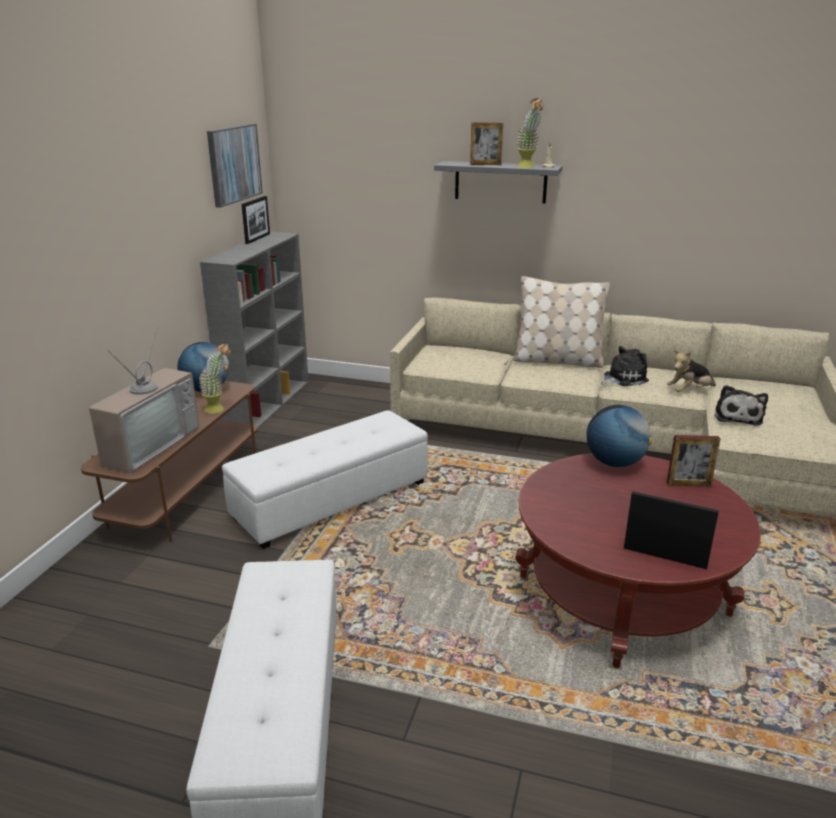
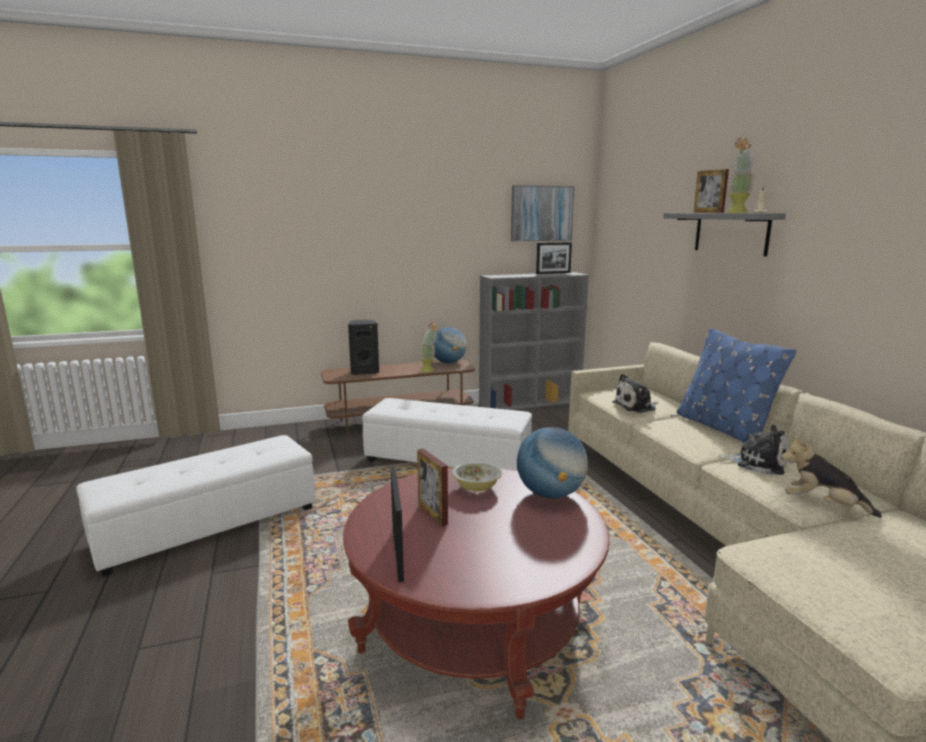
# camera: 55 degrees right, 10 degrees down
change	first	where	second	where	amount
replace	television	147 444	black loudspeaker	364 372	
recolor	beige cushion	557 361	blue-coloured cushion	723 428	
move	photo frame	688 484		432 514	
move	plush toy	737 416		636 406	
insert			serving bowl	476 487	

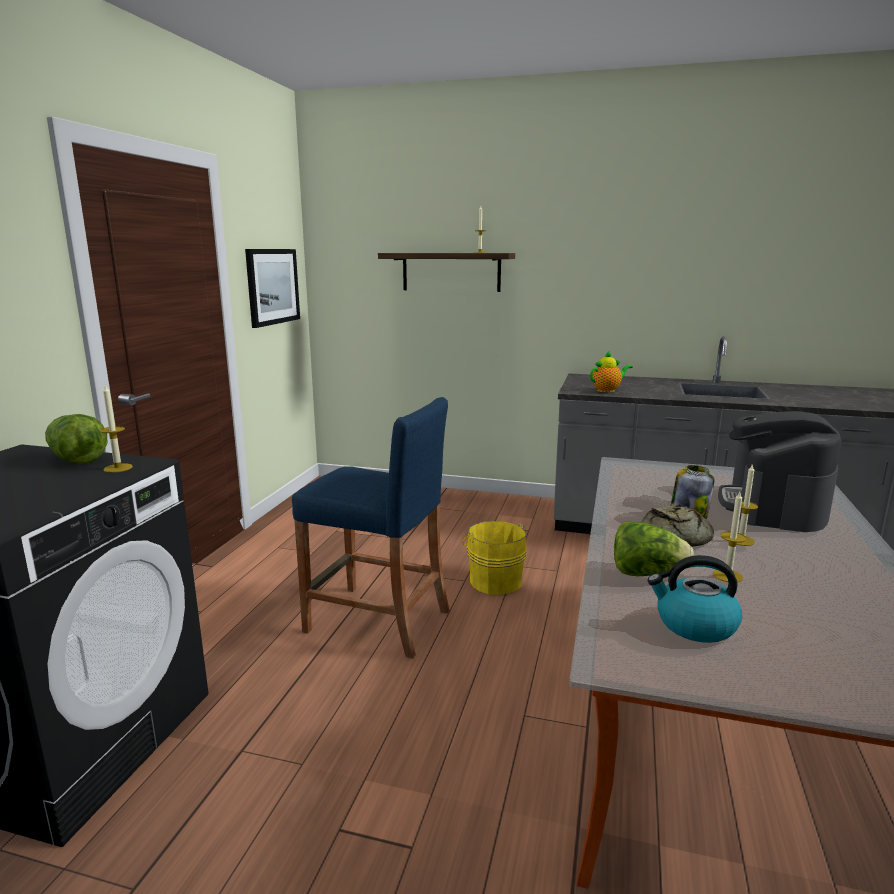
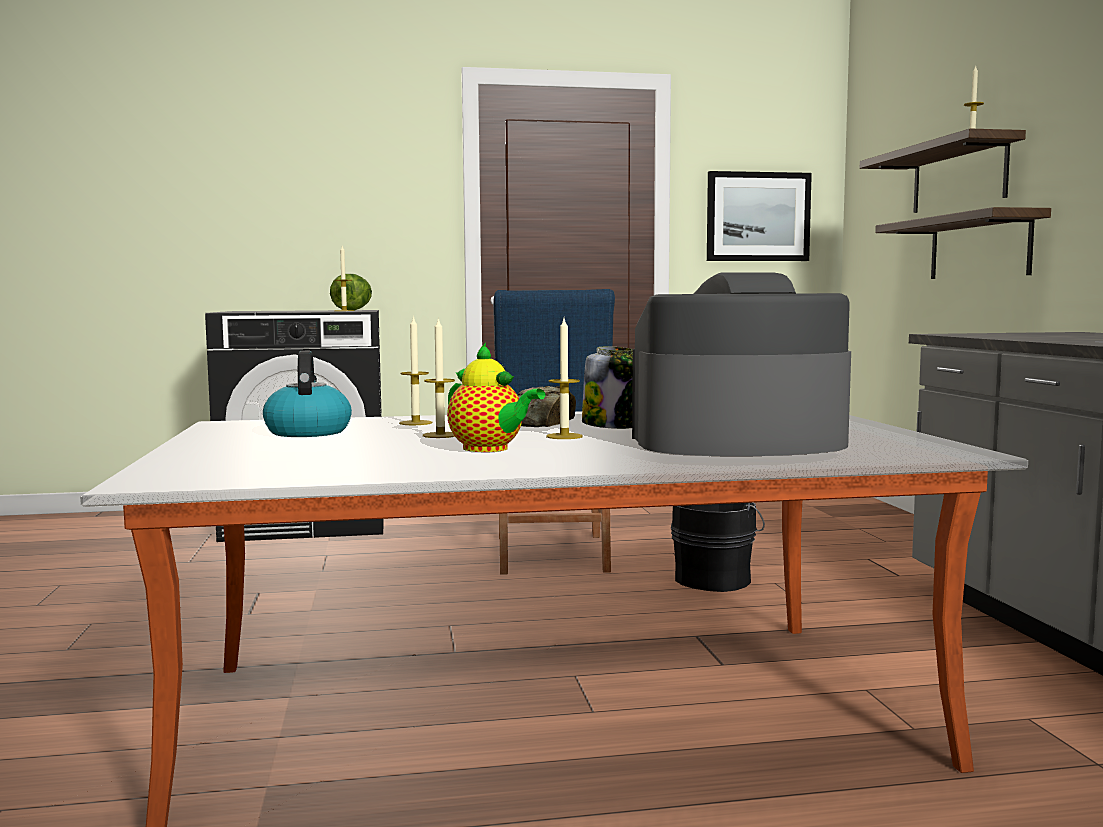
# camera: 65 degrees right, 10 degrees down
change	first	where	second	where	amount
recolor	yellow bucket	494 580	black bucket	715 579	
move	tea pot	607 390		489 449	
replace	lettuce	646 573	wax light	415 423	
insert			bracket shelf	979 247	

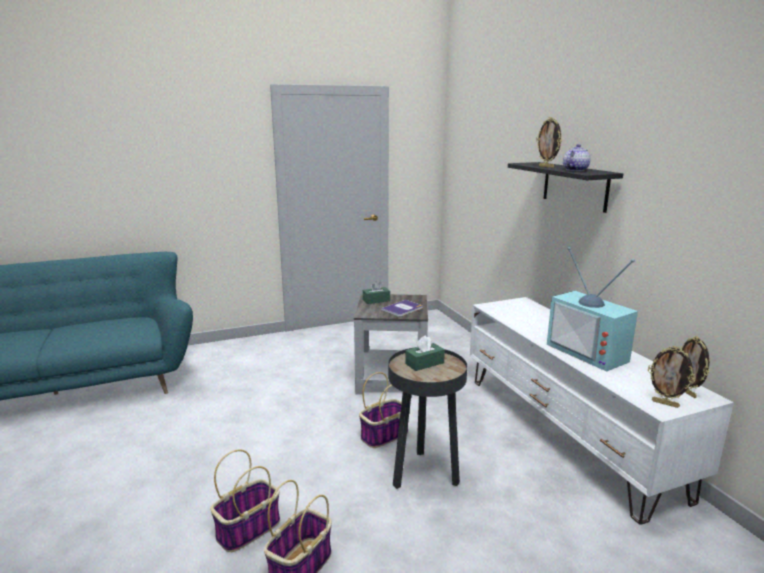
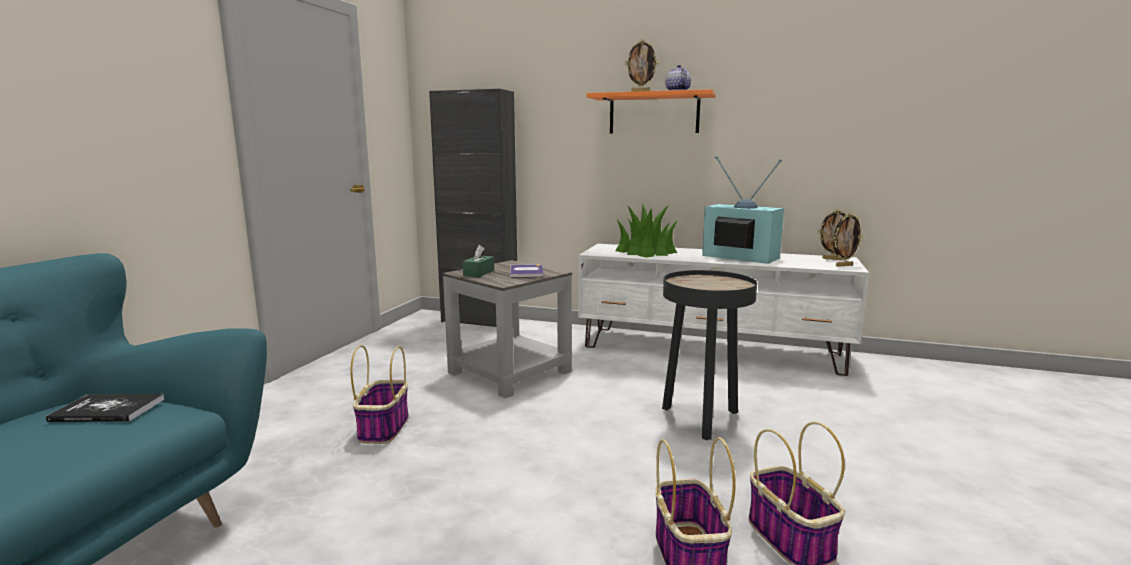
# camera: 50 degrees left, 5 degrees down
change	first	where	second	where	amount
move	household basket	384 435		384 428	
delete	greenish box of tissues	424 363			
recolor	black bracket shelf	575 186	orange bracket shelf	654 114	
rotate	television	590 352		738 257	150 degrees counterclockwise
insert			bound book	108 410	
insert			black cupboard	479 321	
insert			potted plant	646 251	

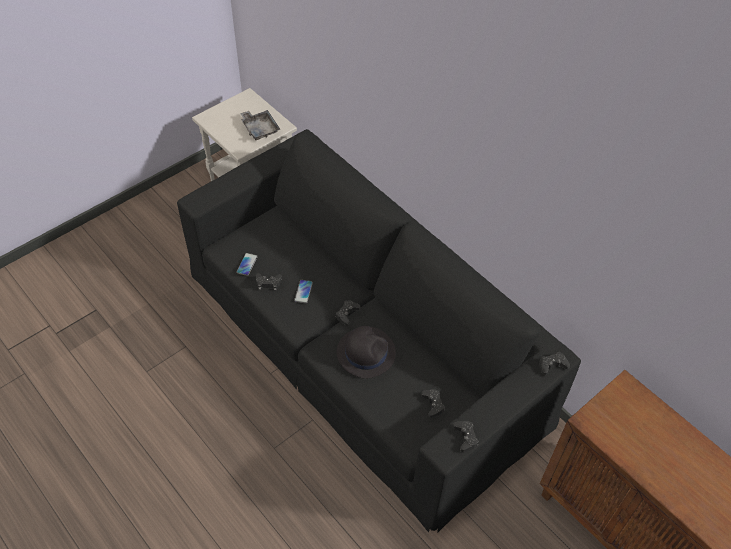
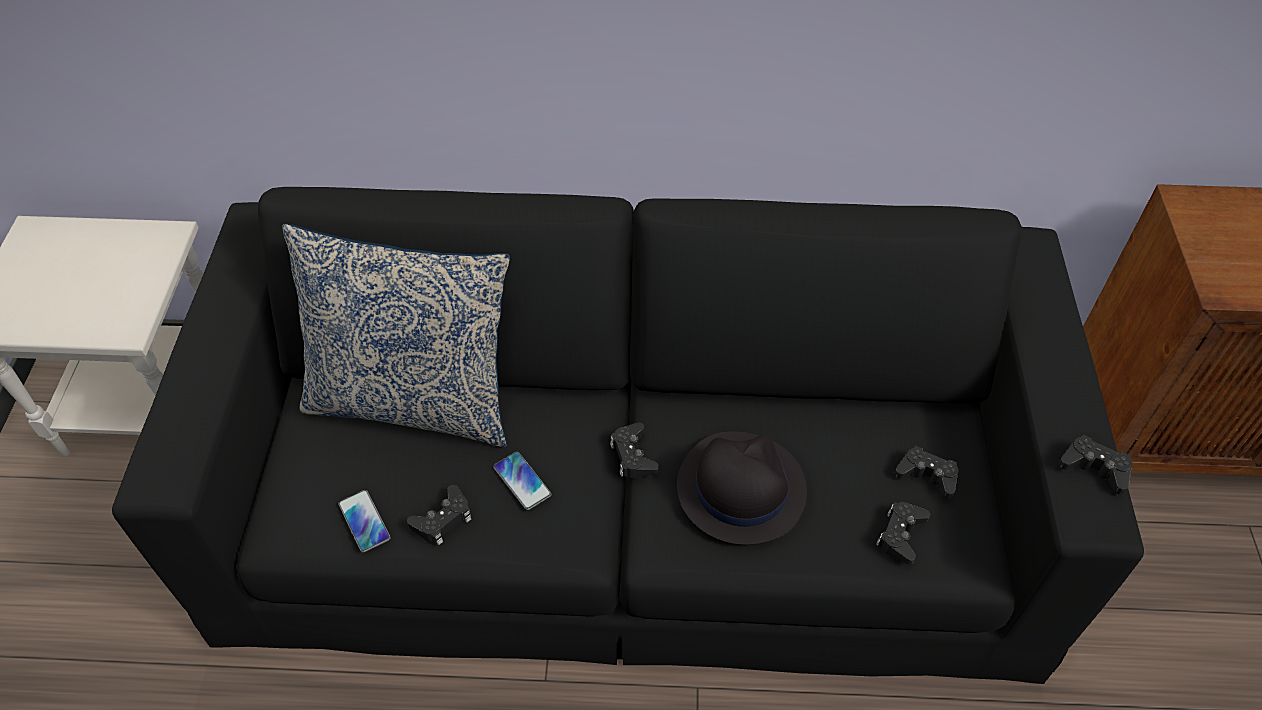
# camera: 45 degrees left, 0 degrees up
change	first	where	second	where	amount
delete	grey serving tray	260 129			
move	black game controller	552 365		901 535	
insert			cushion	414 400	

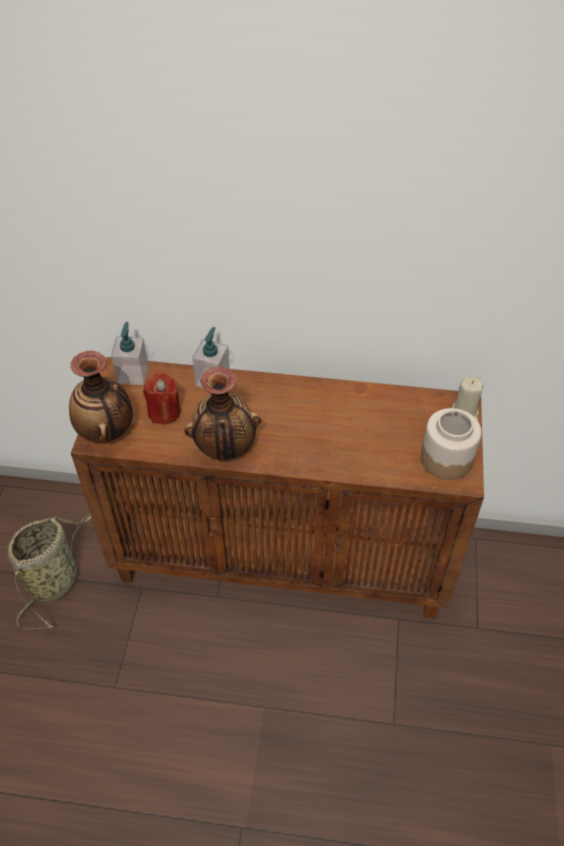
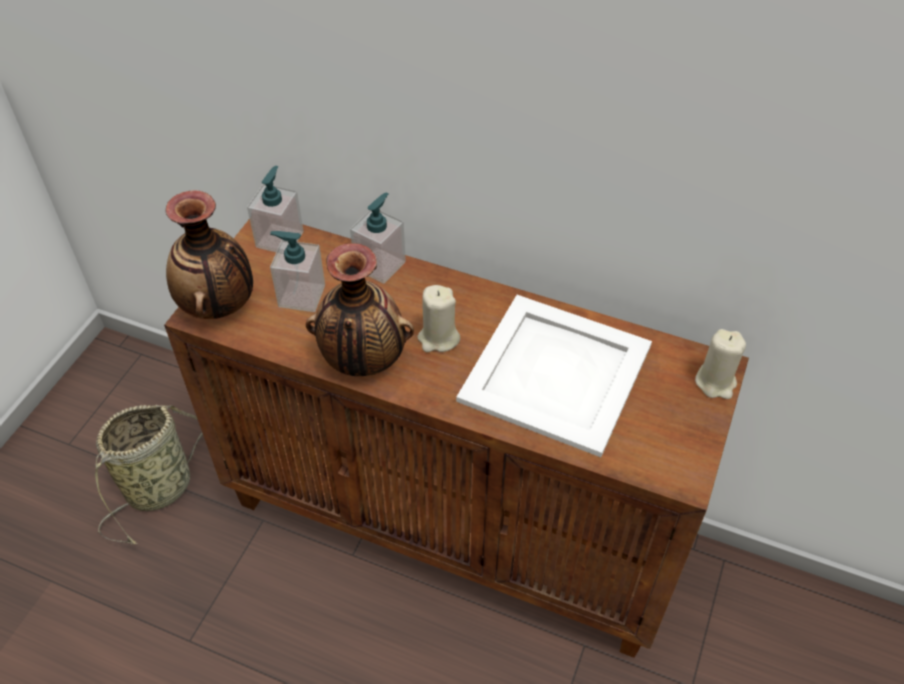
# camera: 15 degrees right, 0 degrees up
change	first	where	second	where	amount
replace	red-coloured wax light	164 412	liquid soap bottle	301 296	
delete	preserve jar	446 458			
insert			beige wax light	438 338	
insert			white serving tray	555 371	

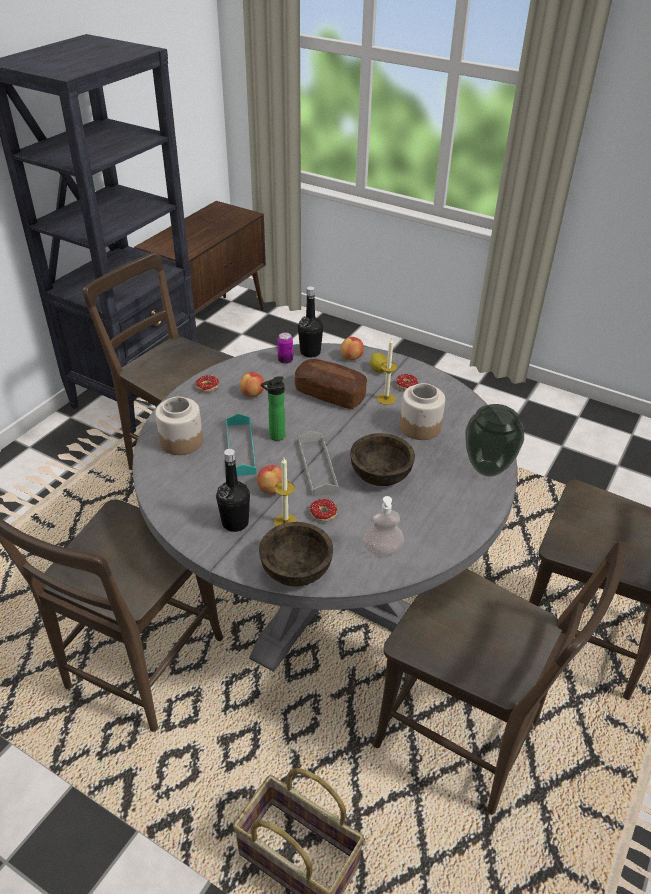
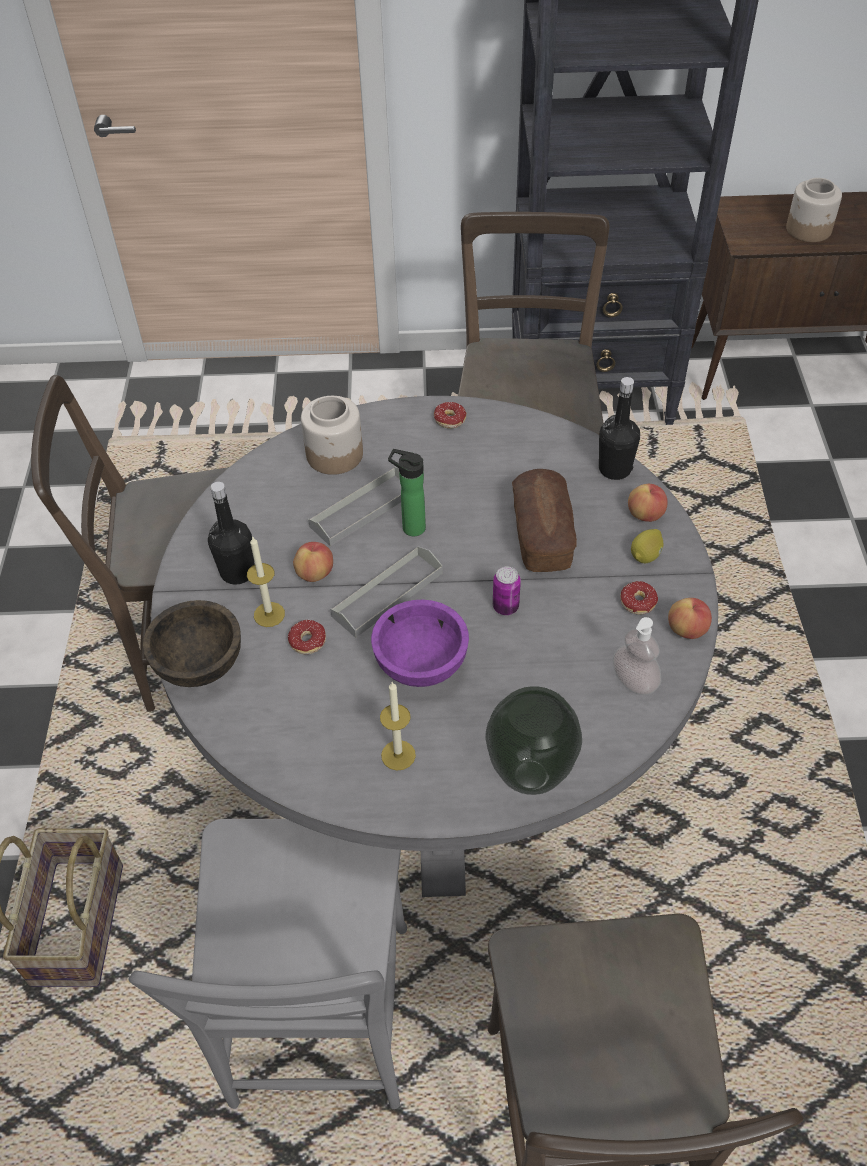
# camera: 60 degrees right, 10 degrees up
change	first	where	second	where	amount
recolor	turquoise serving tray	240 448	grey serving tray	363 509	
move	apple fruit	252 394		687 630	
move	metal can	285 360		505 607	
recolor	brown-coloured serving bowl	380 475	purplish serving bowl	422 663	
move	liquid soap bottle	382 549		634 681	
recolor	brown-coloured chair	465 738	grey chair	319 1027	
move	wax light	386 399		398 755	
move	preserve jar	420 427		809 230	

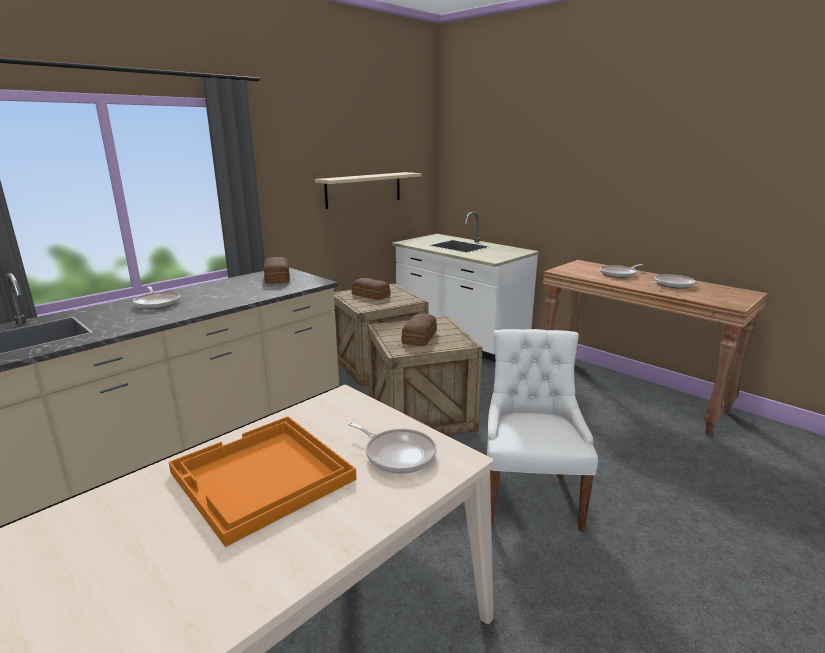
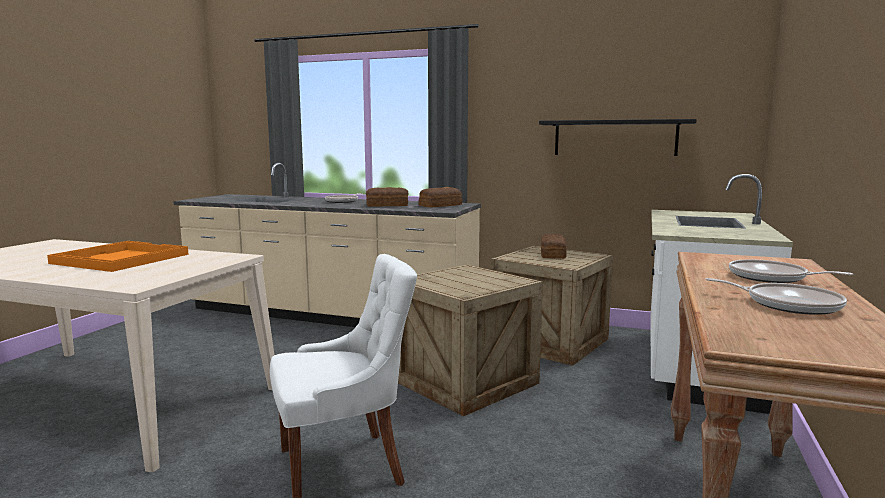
# camera: 65 degrees right, 10 degrees down
change	first	where	second	where	amount
recolor	beige bracket shelf	364 189	black bracket shelf	615 138	
delete	pan	397 454			
move	bread	420 337		387 205	

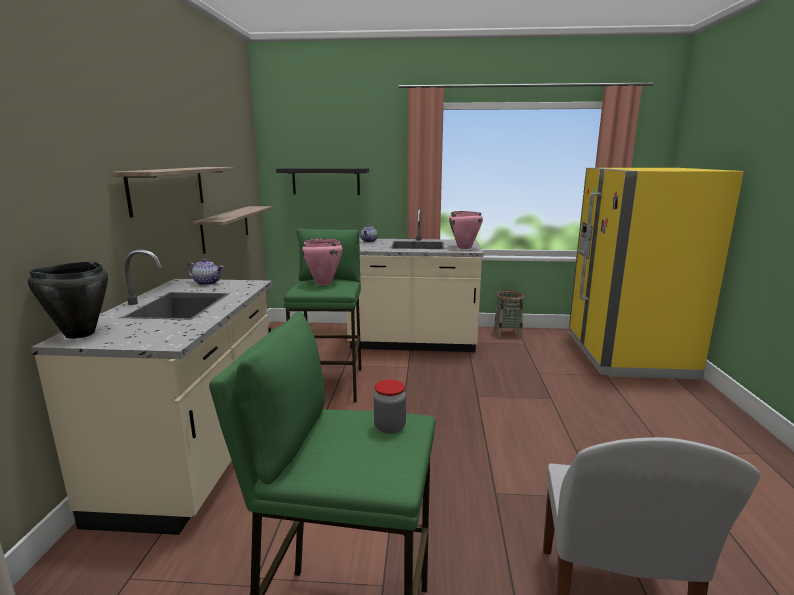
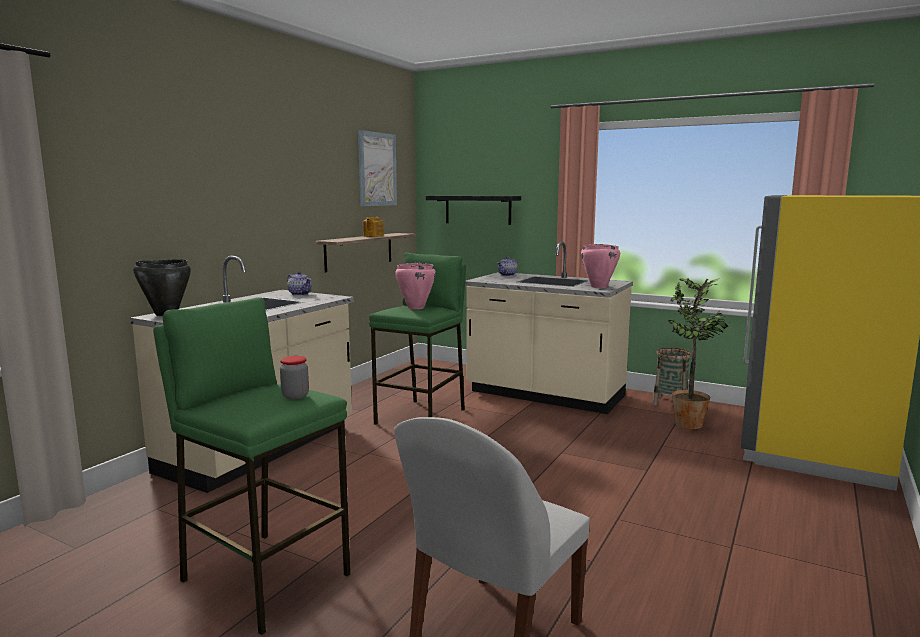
# camera: 25 degrees right, 5 degrees down
change	first	where	second	where	amount
delete	bracket shelf	168 189			
insert			wall art	377 169	
insert			tea pot	373 236	
insert			potted plant	689 426	

